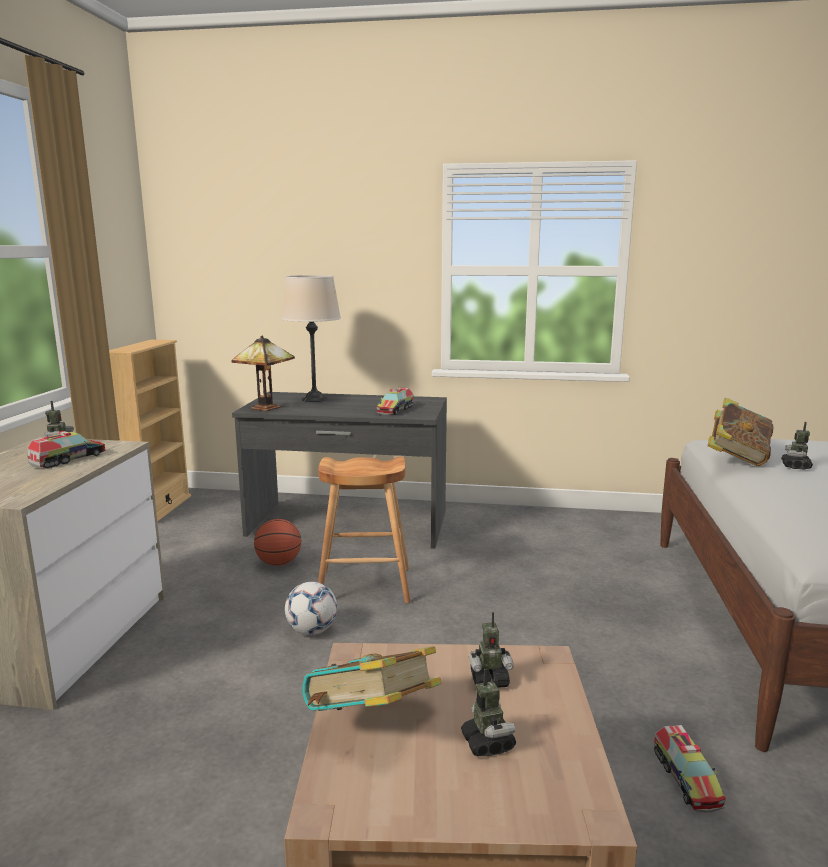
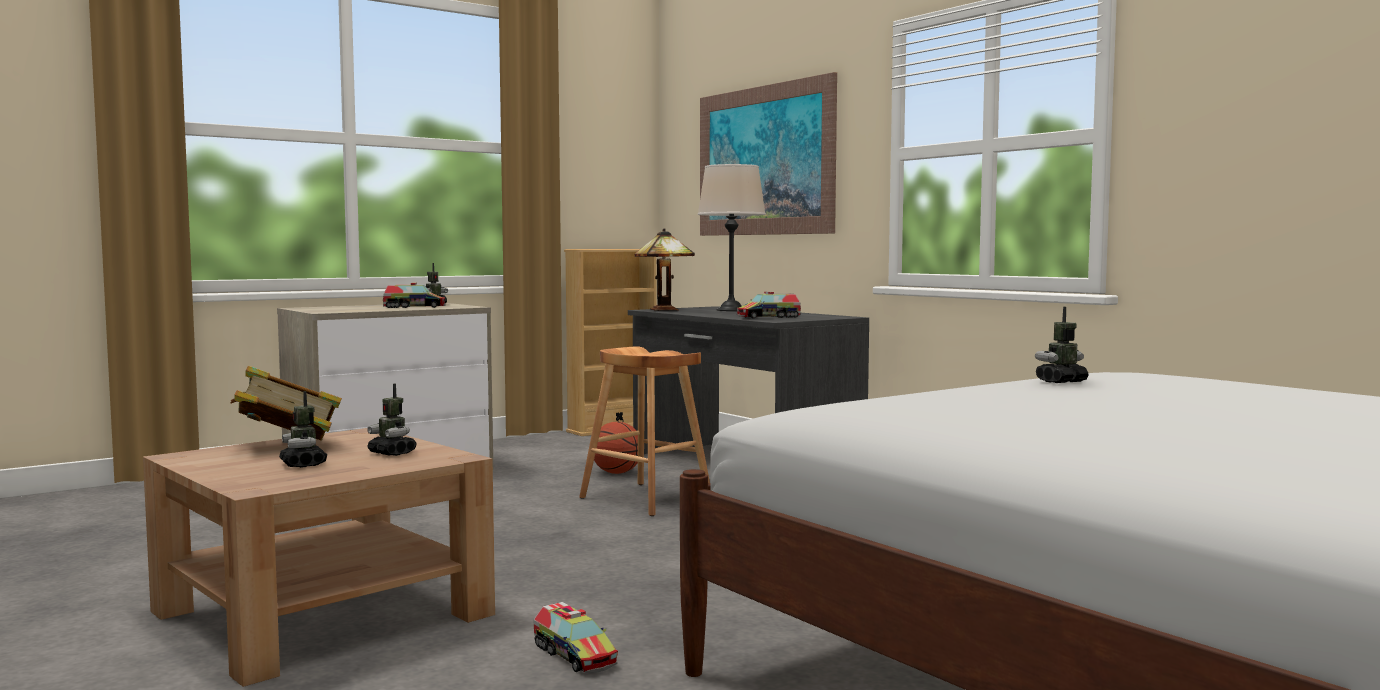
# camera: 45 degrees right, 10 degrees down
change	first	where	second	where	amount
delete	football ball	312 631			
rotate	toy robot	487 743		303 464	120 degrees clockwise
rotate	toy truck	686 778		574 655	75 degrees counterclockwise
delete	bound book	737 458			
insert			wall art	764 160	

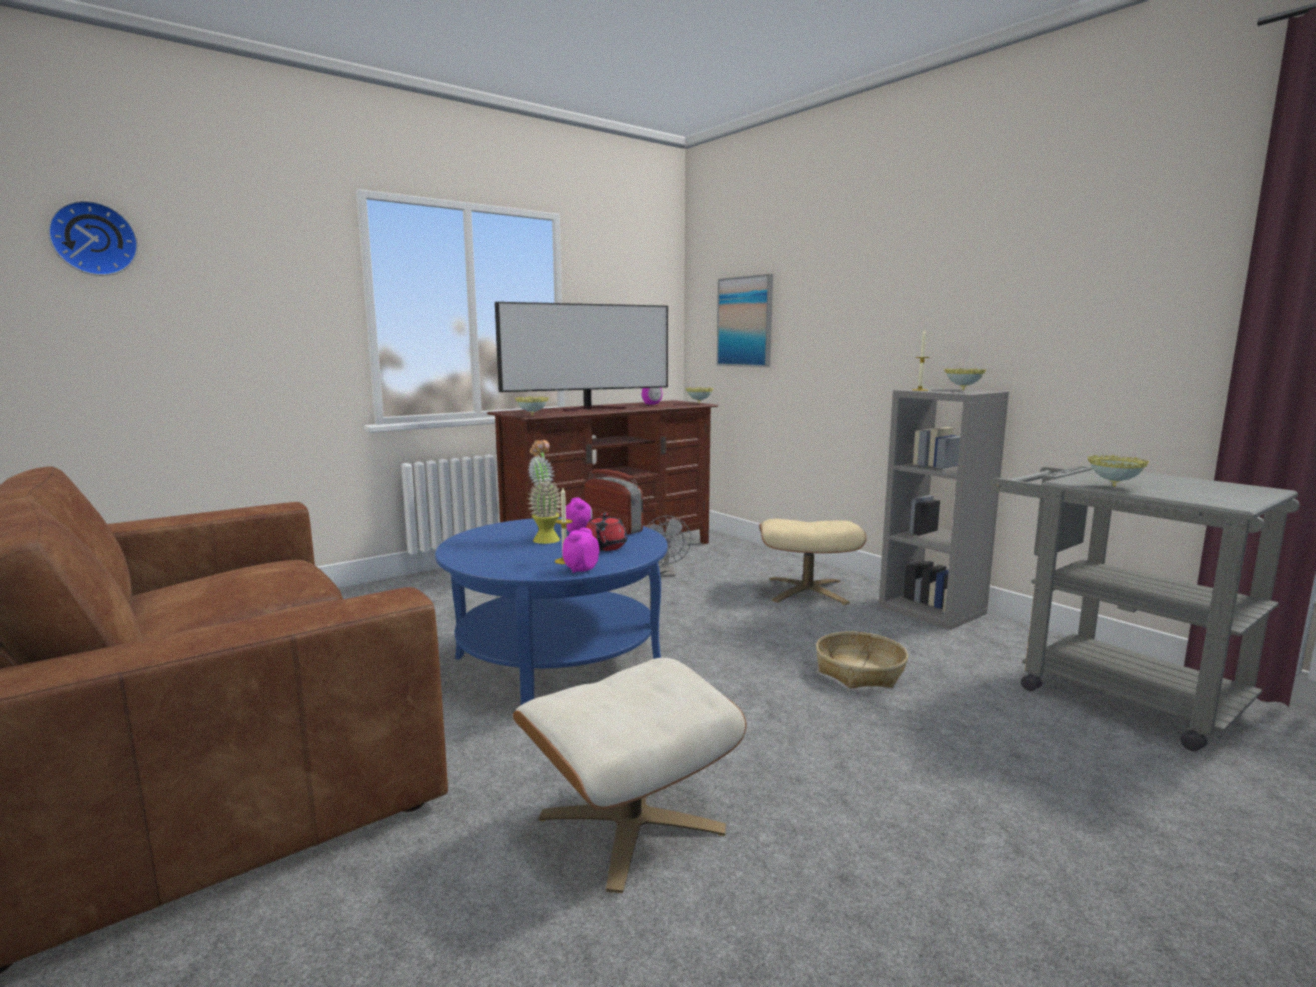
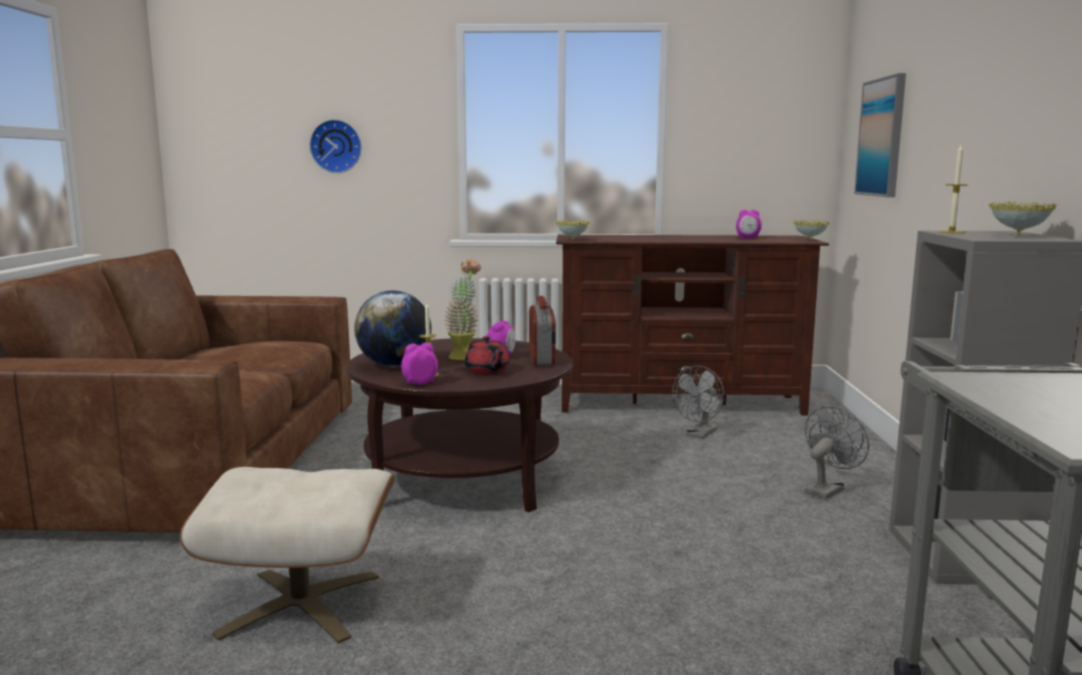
# camera: 40 degrees right, 0 degrees up
change	first	where	second	where	amount
move	wall clock	94 239		336 146	
recolor	blue-coloured coffee table	557 662	brown-coloured coffee table	462 479	
delete	television	593 409			
rotate	red-coloured tea pot	604 547		487 371	75 degrees counterclockwise
replace	beige footrest	807 591	grey fan	827 489	
delete	household basket	860 671			
delete	serving bowl	1114 486			
insert			desk globe	394 365	

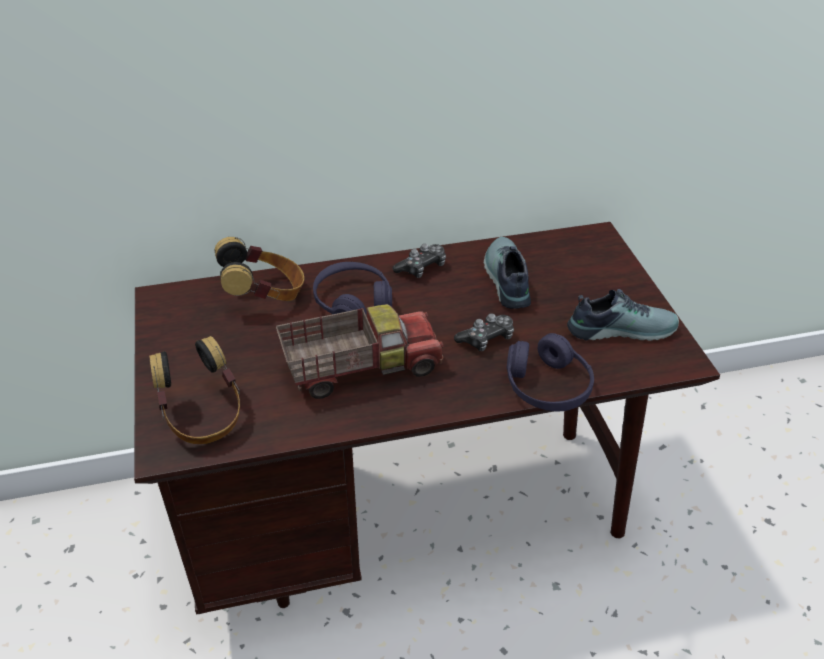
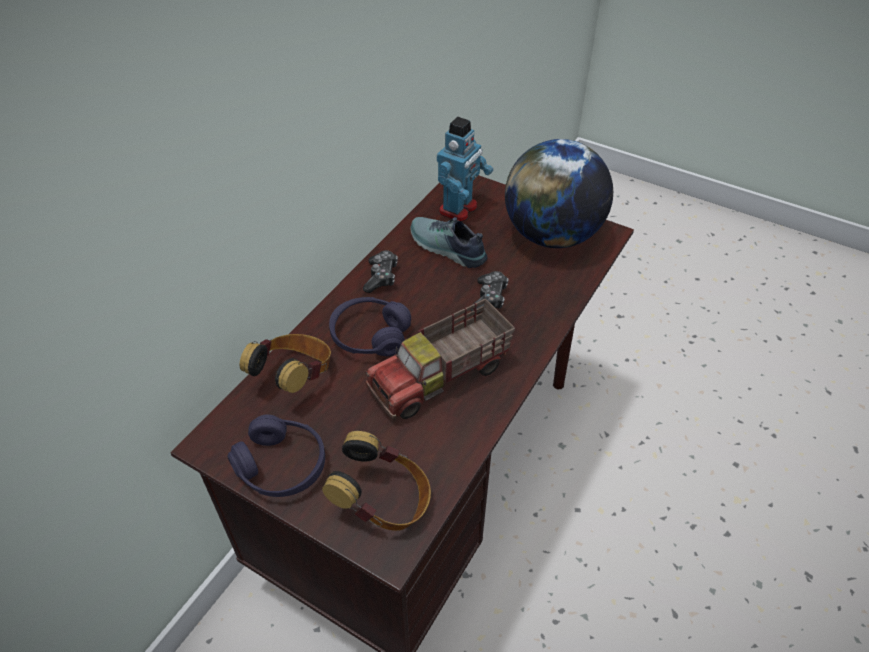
# camera: 45 degrees left, 5 degrees up
change	first	where	second	where	amount
rotate	toy truck	361 368		441 378	150 degrees counterclockwise
move	purplish headset	547 386		282 465	
replace	low shoe	620 327	desk globe	551 236	
insert			toy robot	459 209	

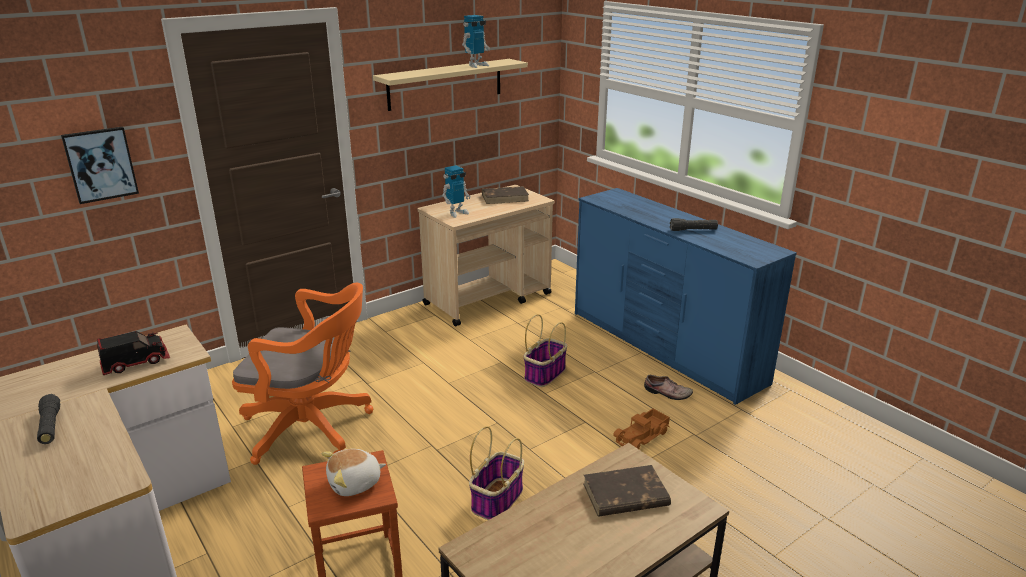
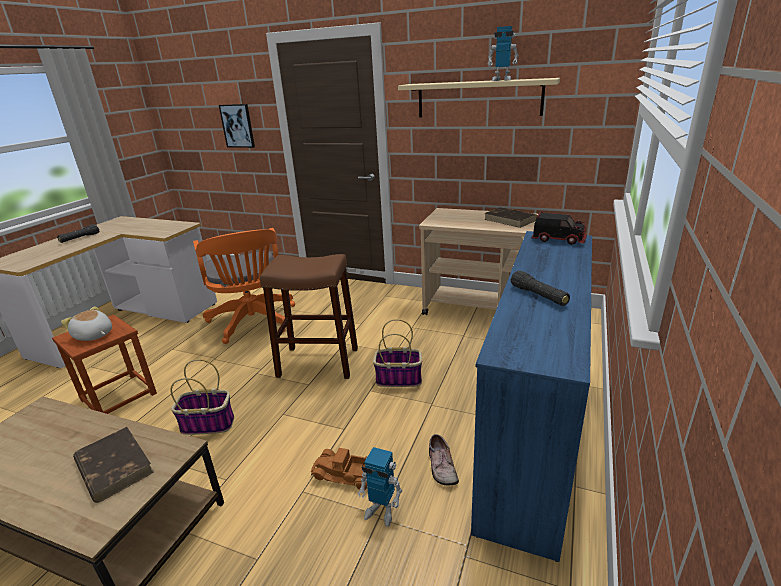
# camera: 60 degrees right, 0 degrees up
change	first	where	second	where	amount
move	toy truck	135 362		558 239	
move	toy robot	456 213		381 511	
insert			brown-coloured stool seat	318 362	

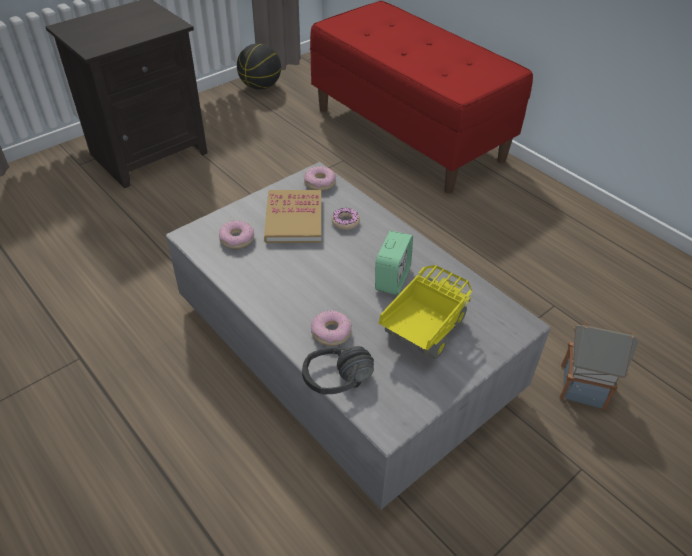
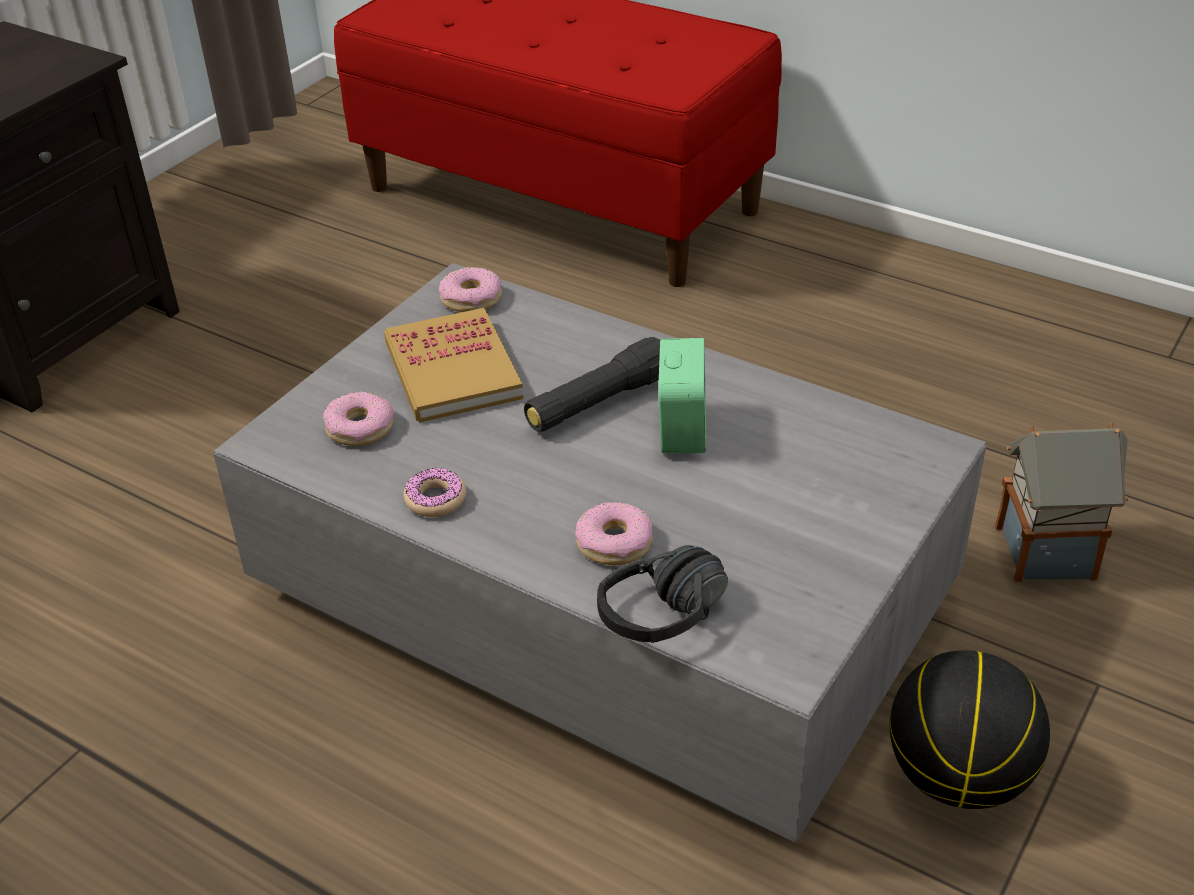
# camera: 15 degrees left, 5 degrees down
change	first	where	second	where	amount
move	basketball ball	261 86		959 776	
move	doughnut	345 222		435 499	
delete	toy truck	423 331			
insert			black torch	598 402	

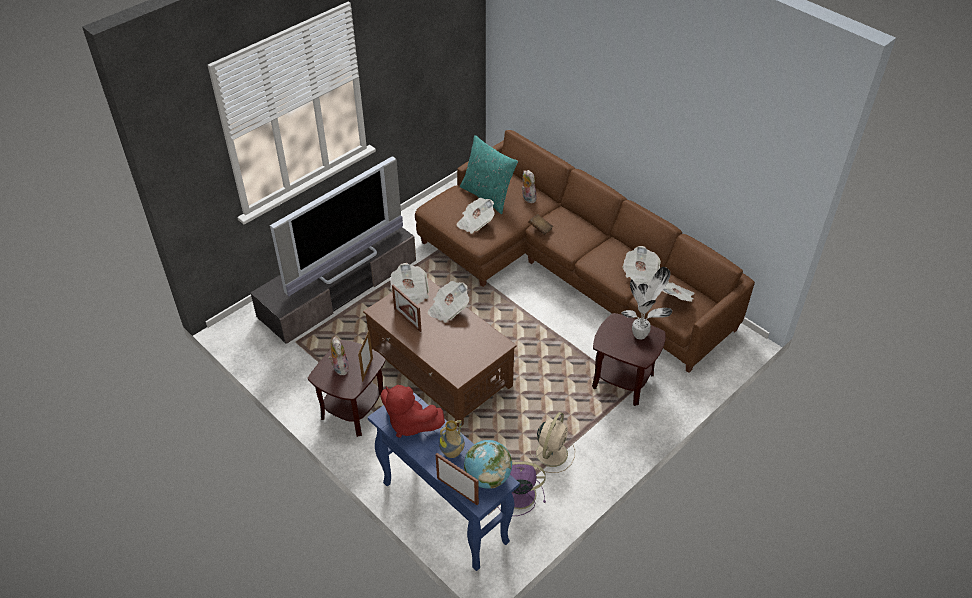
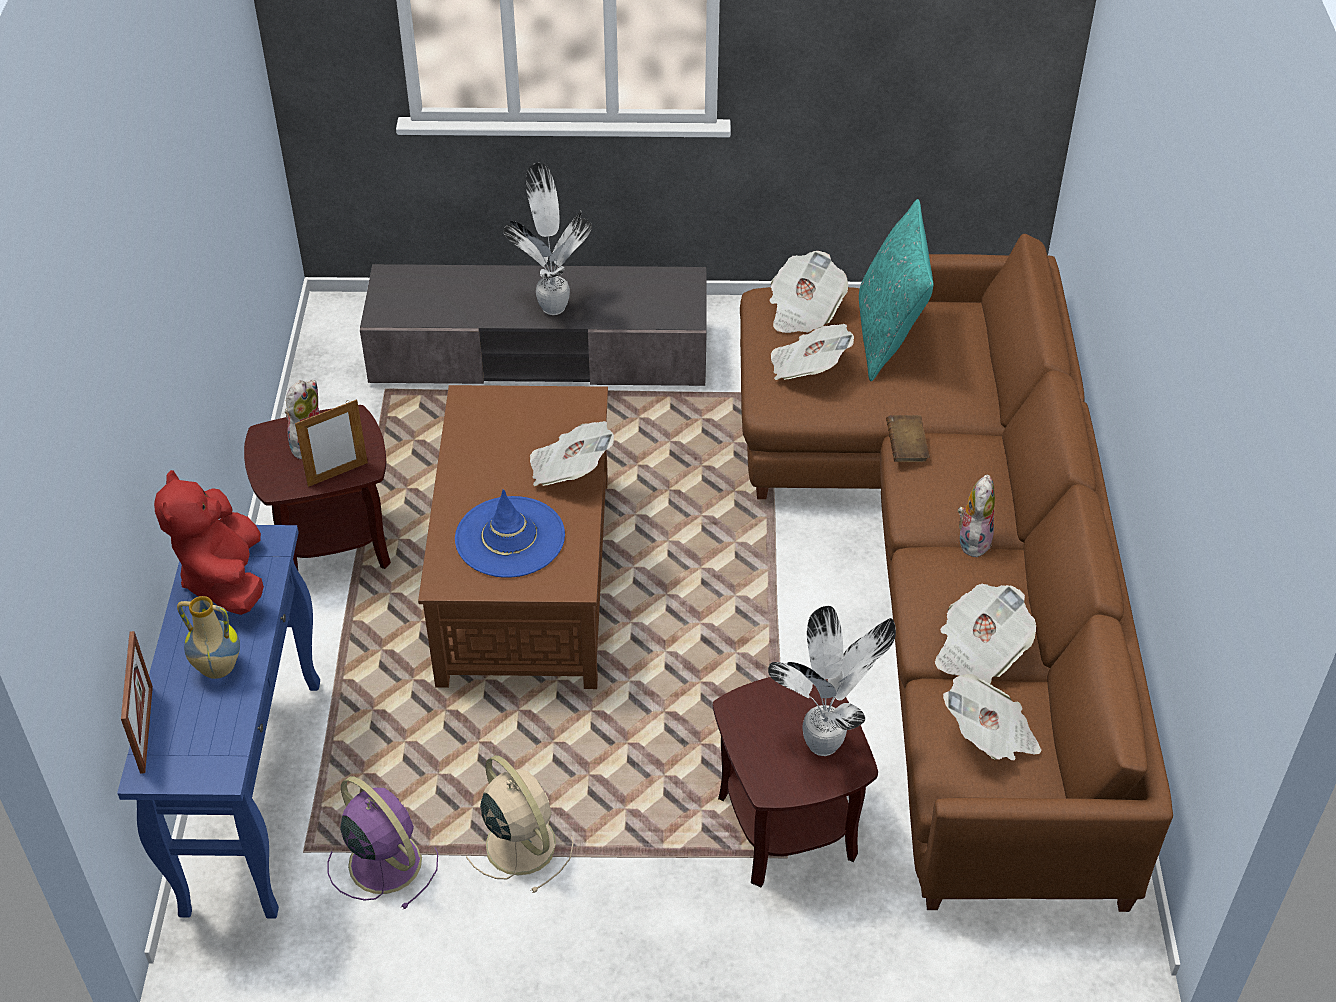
# camera: 45 degrees right, 0 degrees up
change	first	where	second	where	amount
replace	television	345 262	potted plant	553 306	
move	printed paper	410 293		804 311	
delete	photo frame	407 320			
delete	desk globe	487 477			
move	plush toy	527 198		972 540	
rotate	beige fan	552 452		519 842	105 degrees counterclockwise
insert			blue-coloured wearable hat	510 538	

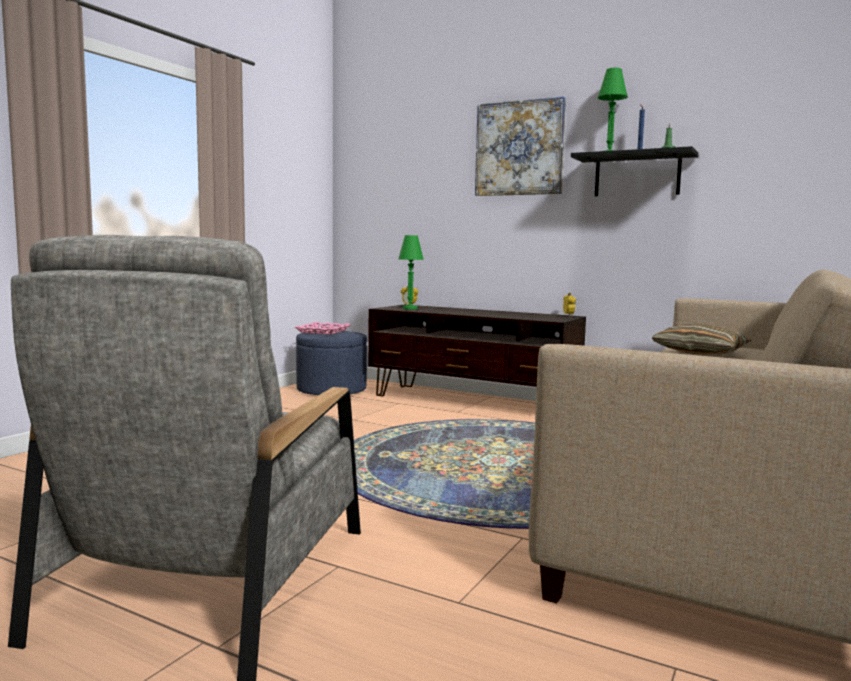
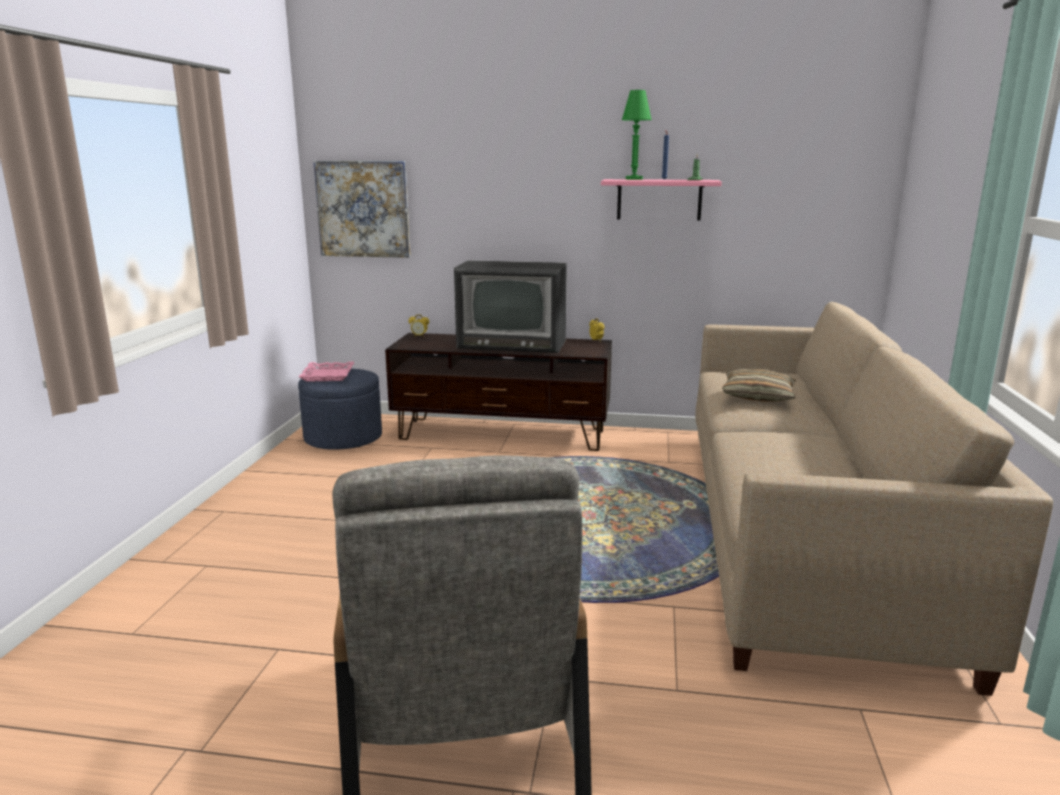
# camera: 20 degrees left, 10 degrees up
change	first	where	second	where	amount
delete	greenish lamp for a table	410 308			
move	wall art	519 148		363 209	
recolor	black bracket shelf	637 175	pink bracket shelf	659 199	
insert			television	514 343	

